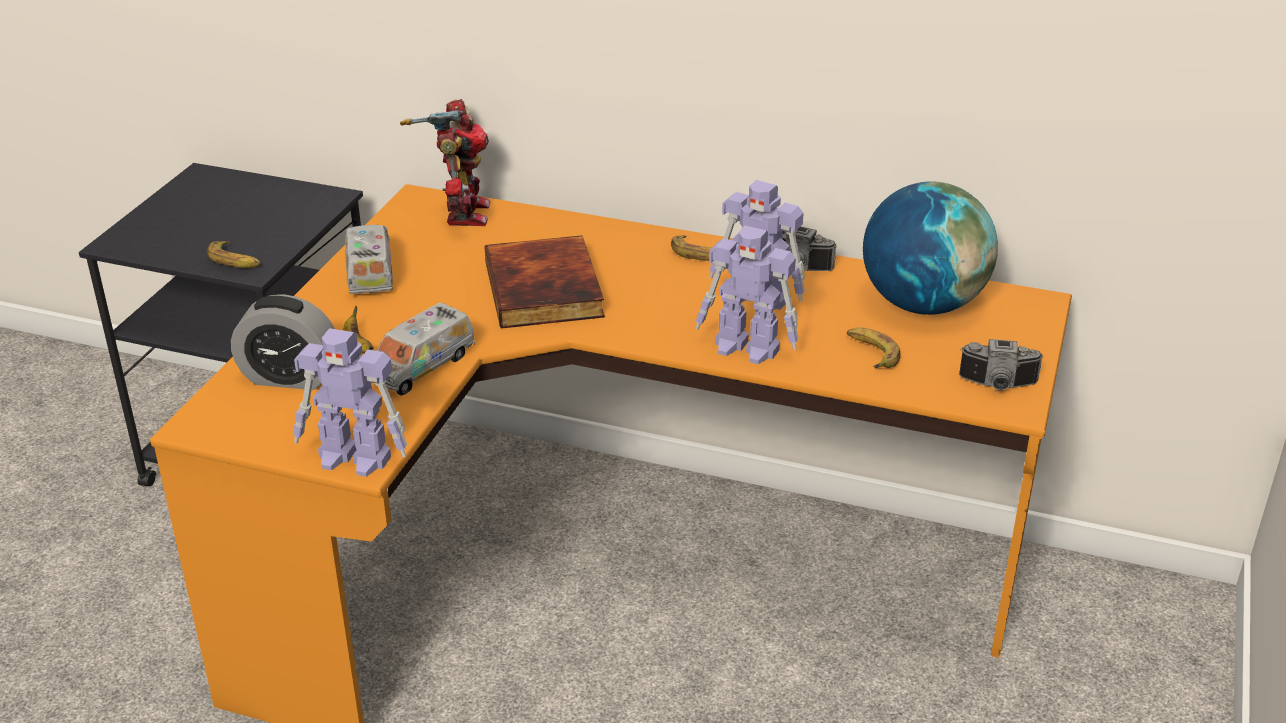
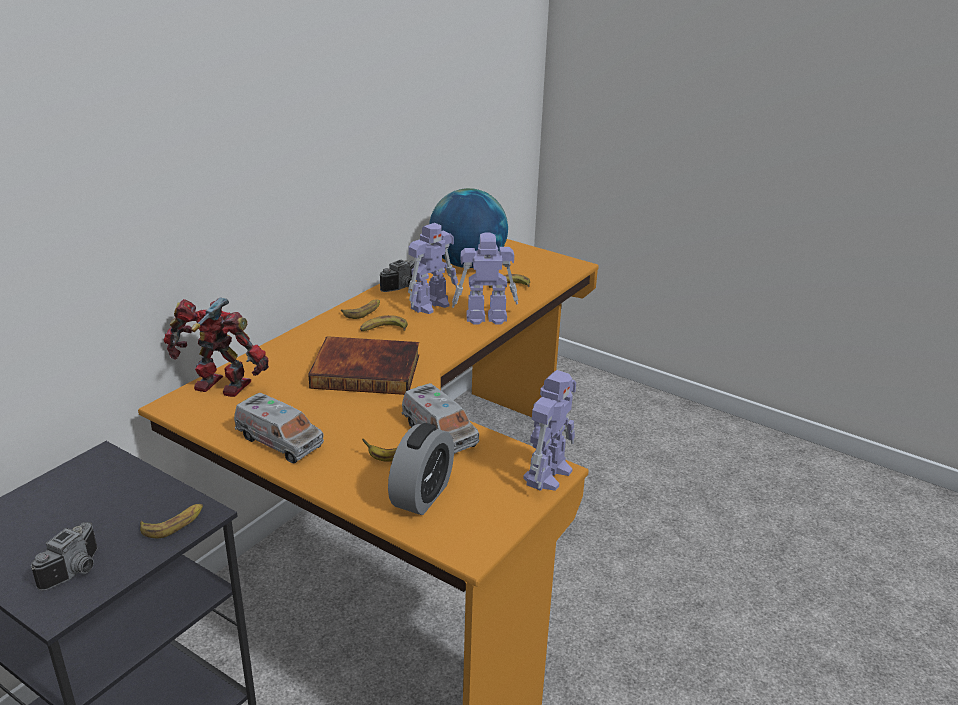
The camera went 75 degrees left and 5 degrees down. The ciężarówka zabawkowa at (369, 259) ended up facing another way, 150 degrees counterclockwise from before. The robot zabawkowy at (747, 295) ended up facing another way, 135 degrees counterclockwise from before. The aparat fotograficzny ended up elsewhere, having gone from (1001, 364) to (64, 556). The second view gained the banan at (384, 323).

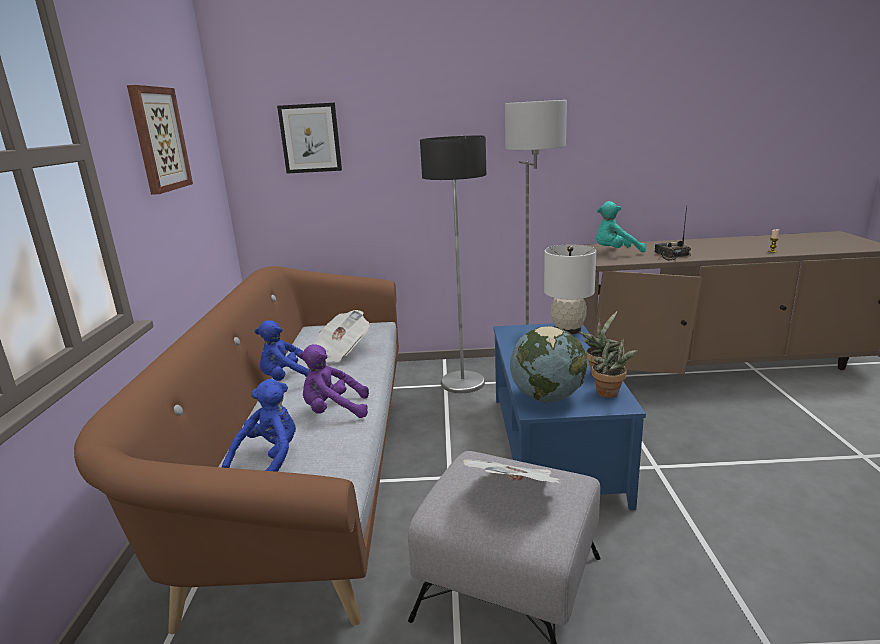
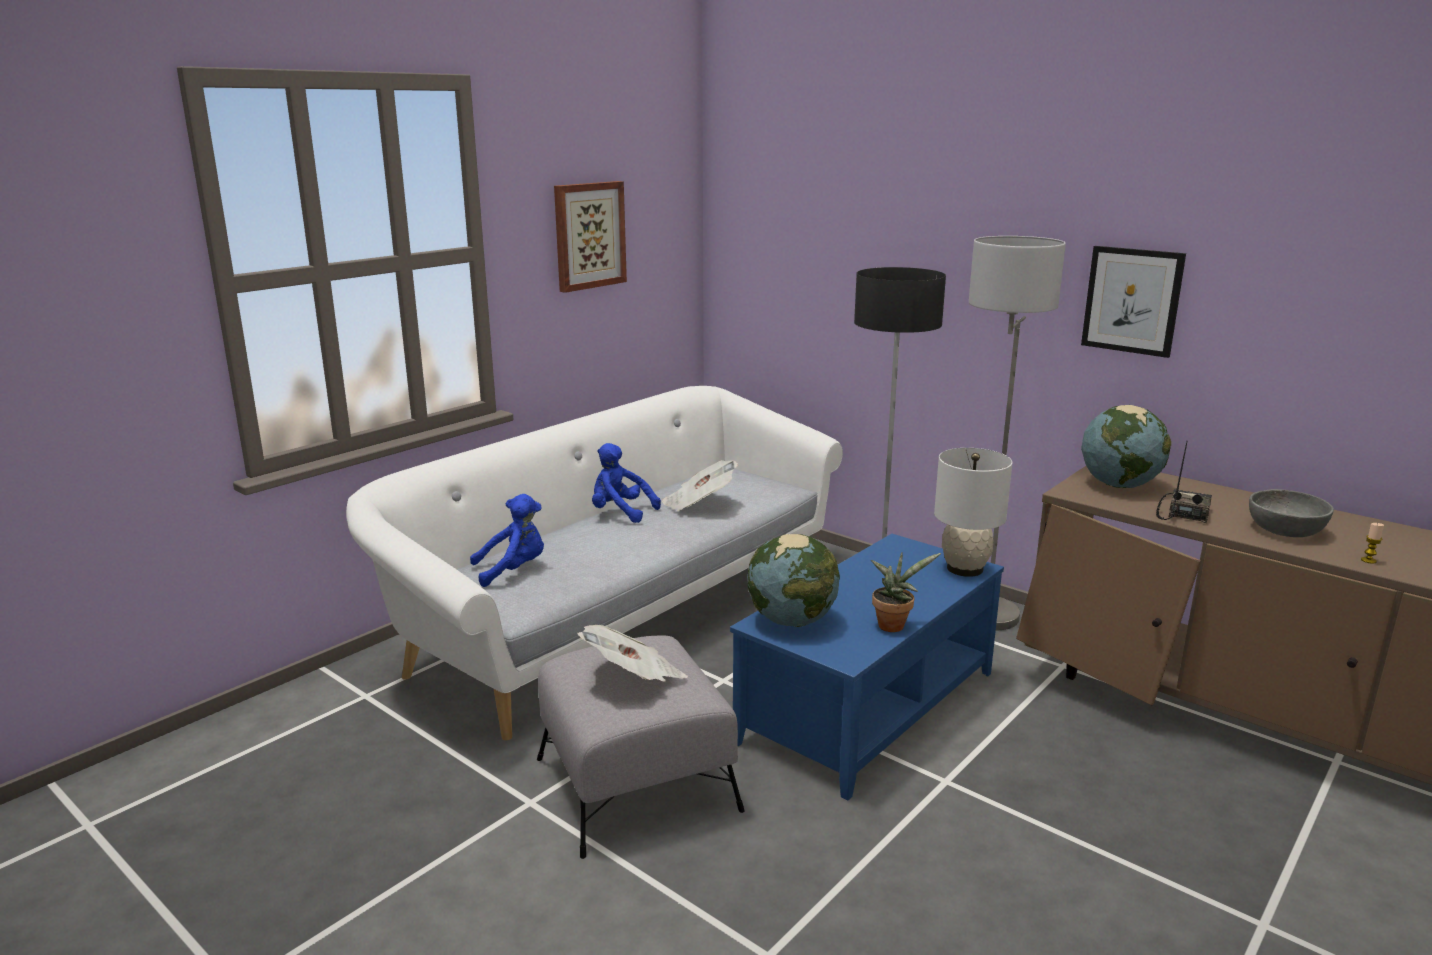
The camera went 40 degrees right and 0 degrees up. What was the kanapa/brązowy at (236, 450) turned into the kanapa/biały at (594, 563). The obraz ended up elsewhere, having gone from (309, 138) to (1133, 302). The second view lost the pluszak/fioletowy at (334, 381). The second view lost the roślina doniczkowa at (615, 368). Where the pluszak/turkusowy stood at (621, 226), the globus came to stand at (1126, 446). The second view gained the miska/szary at (1291, 513).

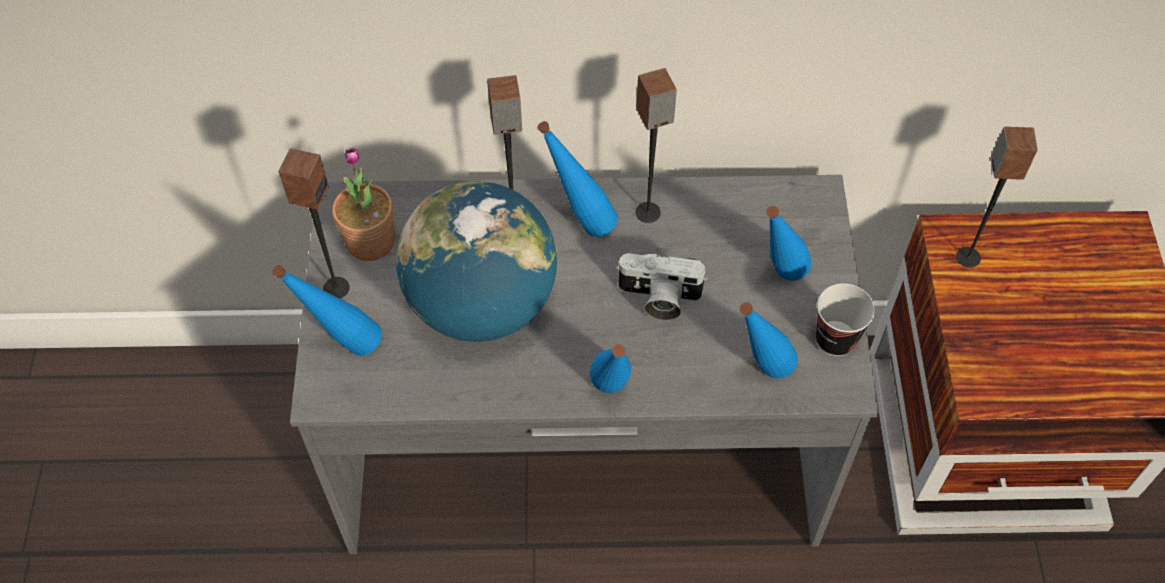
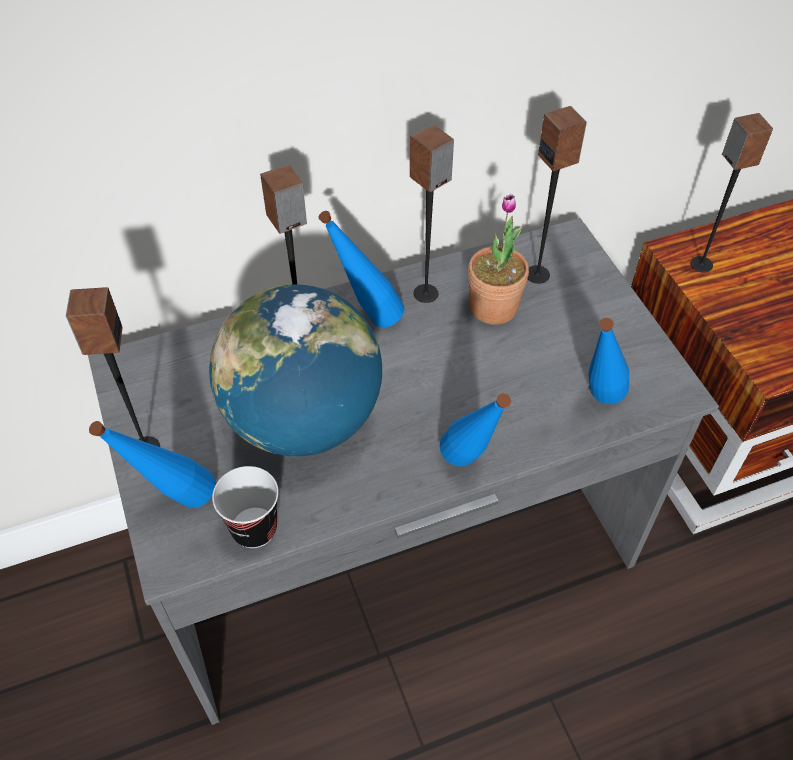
The camera went 20 degrees left and 5 degrees down. The roślina doniczkowa ended up elsewhere, having gone from (363, 204) to (498, 259). The second view lost the aparat fotograficzny at (662, 286). The second view lost the butelka/niebieski at (788, 243). The filiżanka ended up elsewhere, having gone from (845, 319) to (245, 507). The second view gained the głośnik at (557, 195).

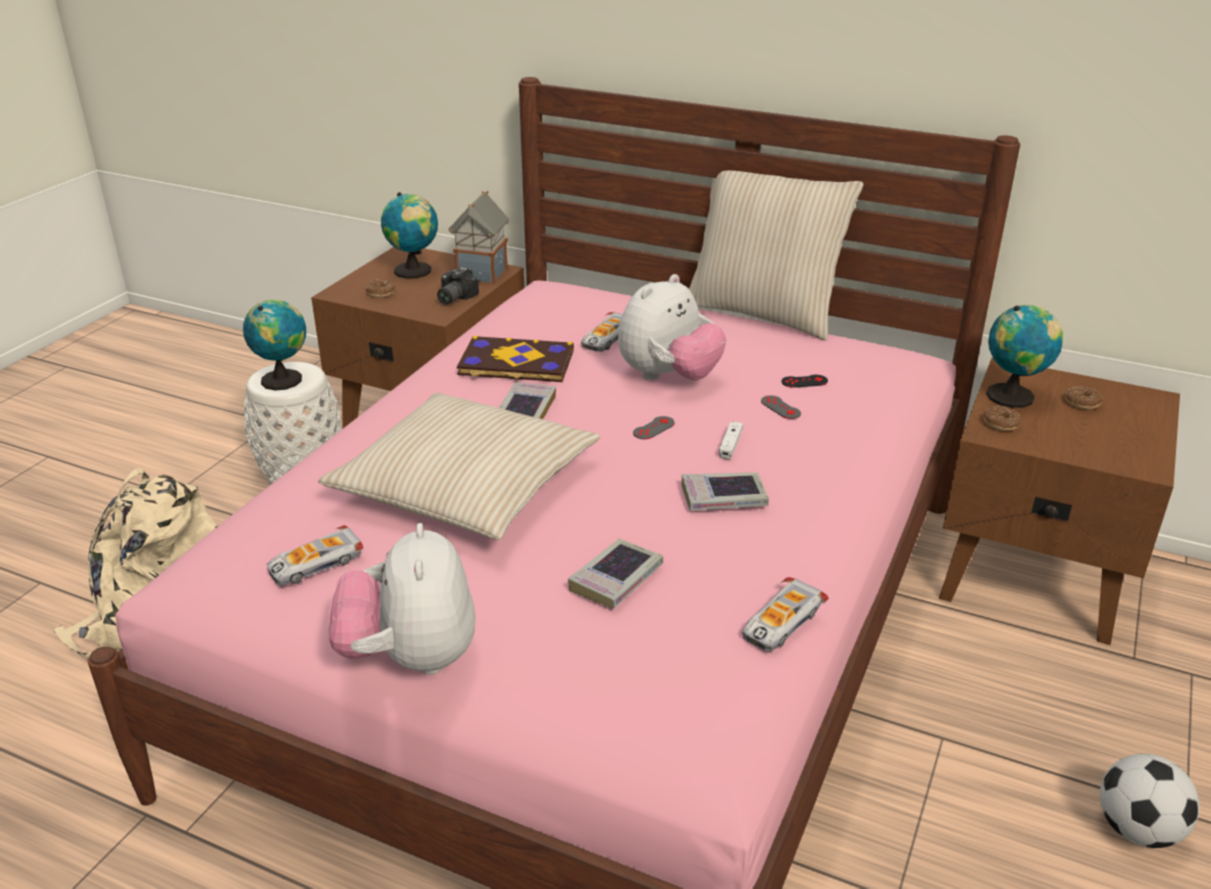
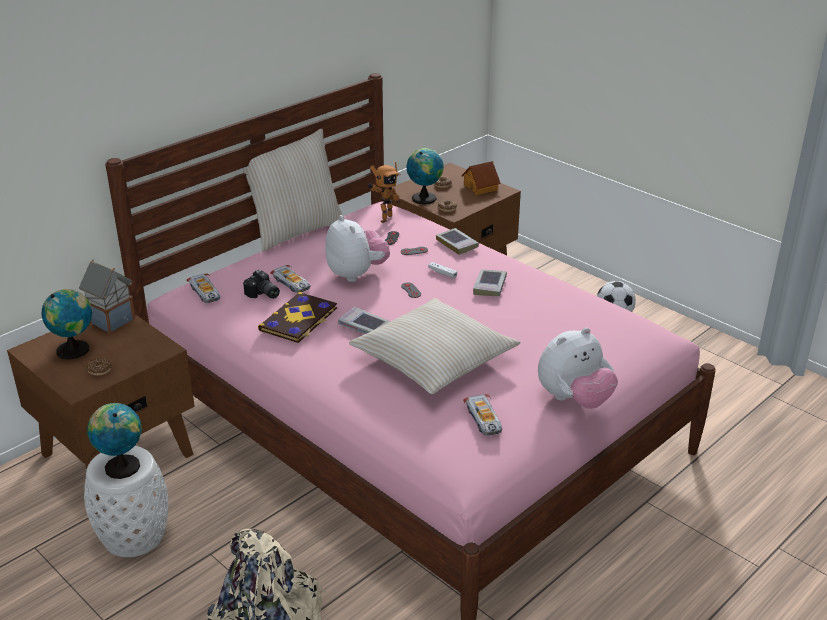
The camera went 70 degrees left and 0 degrees up. The pluszak at (402, 599) ended up facing another way, 45 degrees counterclockwise from before. The aparat fotograficzny ended up elsewhere, having gone from (458, 286) to (261, 284). The książka ended up elsewhere, having gone from (615, 573) to (457, 241). The samochodzik ended up elsewhere, having gone from (785, 614) to (203, 288). The second view gained the robot zabawkowy at (384, 192). The second view gained the domek at (480, 178).

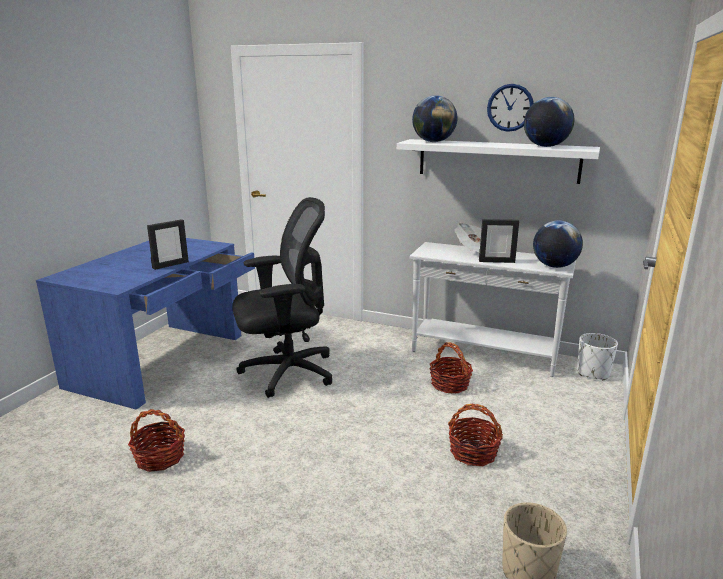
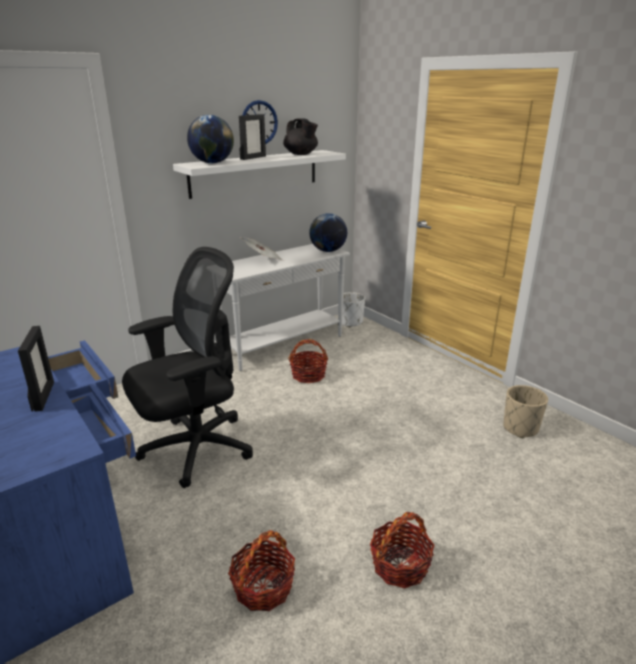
The camera went 60 degrees left and 5 degrees up. The krzesło biurowe/czarny at (282, 297) ended up facing another way, 45 degrees clockwise from before. The koszyk ended up elsewhere, having gone from (475, 435) to (402, 550). The ramka na zdjęcie ended up elsewhere, having gone from (499, 241) to (252, 137). Where the globus stood at (549, 122), the imbryk/czarny came to stand at (300, 136).

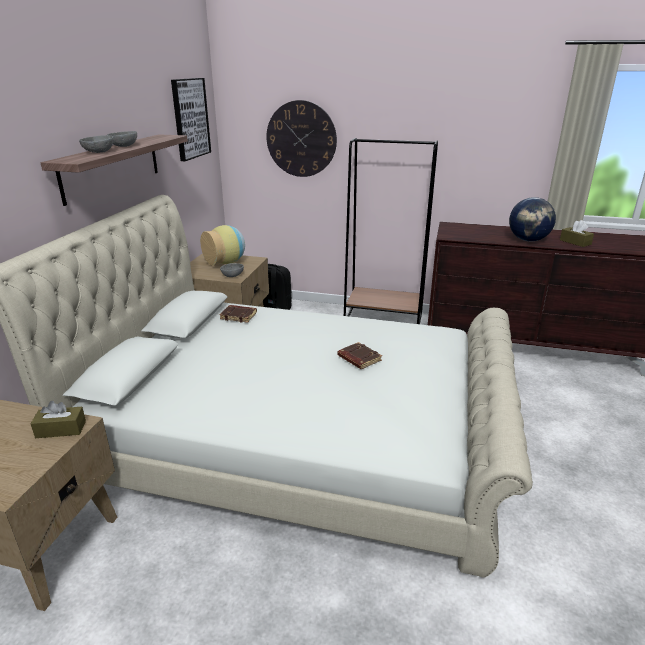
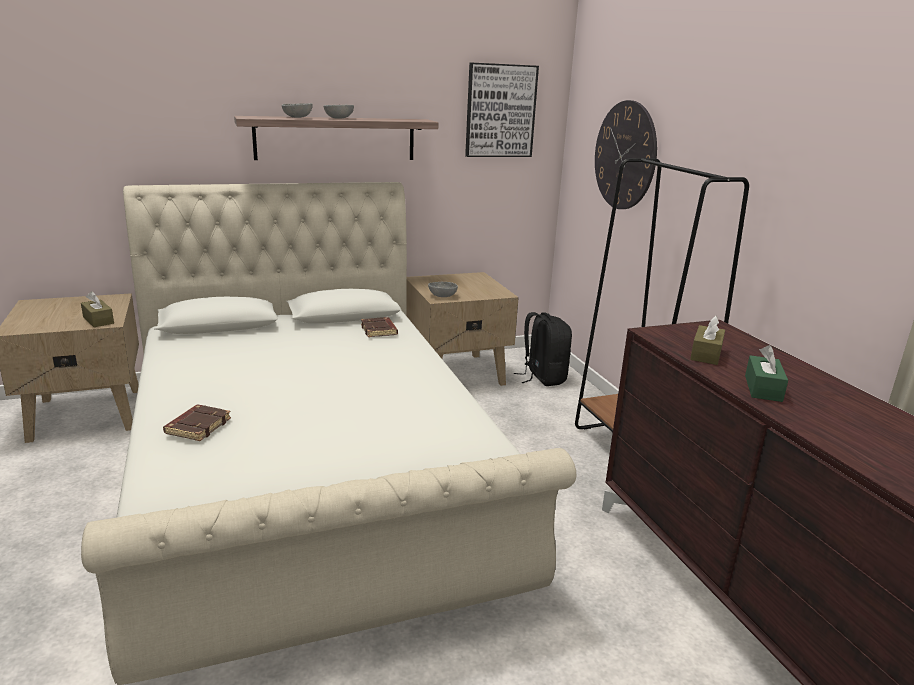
The camera went 55 degrees right and 5 degrees down. The second view lost the wazon at (222, 245). The książka/brązowy ended up elsewhere, having gone from (359, 355) to (197, 423). Where the globus stood at (532, 219), the pudełko chusteczek/zielony came to stand at (766, 373). The pudełko chusteczek/brązowy ended up elsewhere, having gone from (577, 233) to (707, 340).

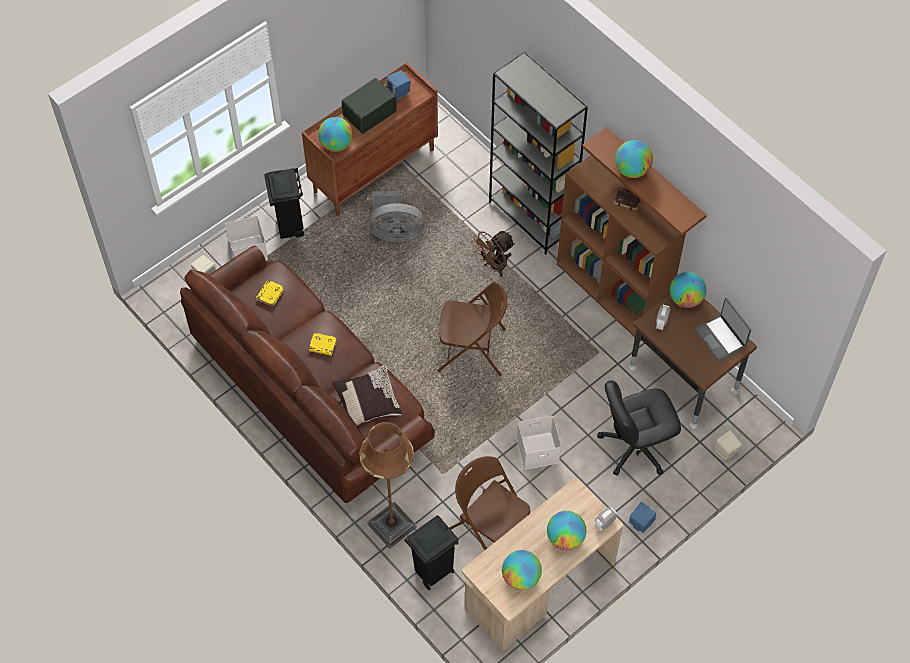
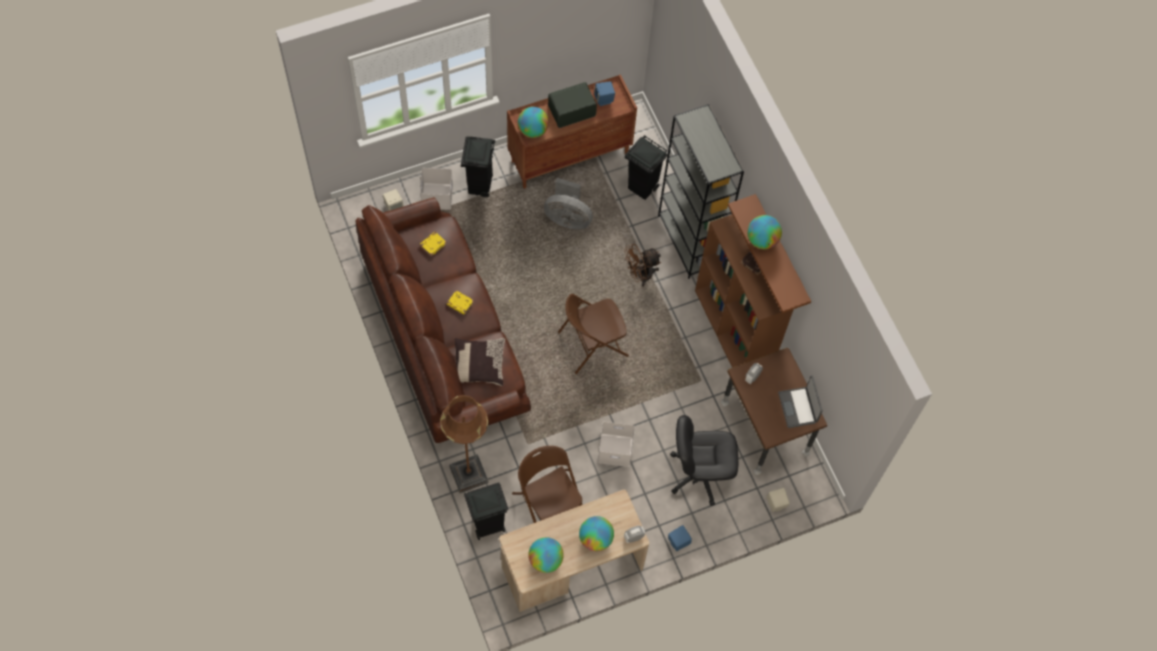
The camera went 15 degrees right and 5 degrees up. The krzesło/brązowy at (472, 329) ended up facing another way, 135 degrees clockwise from before. The second view lost the globus at (688, 290). The second view gained the kosz na śmieci/czarny at (646, 167).

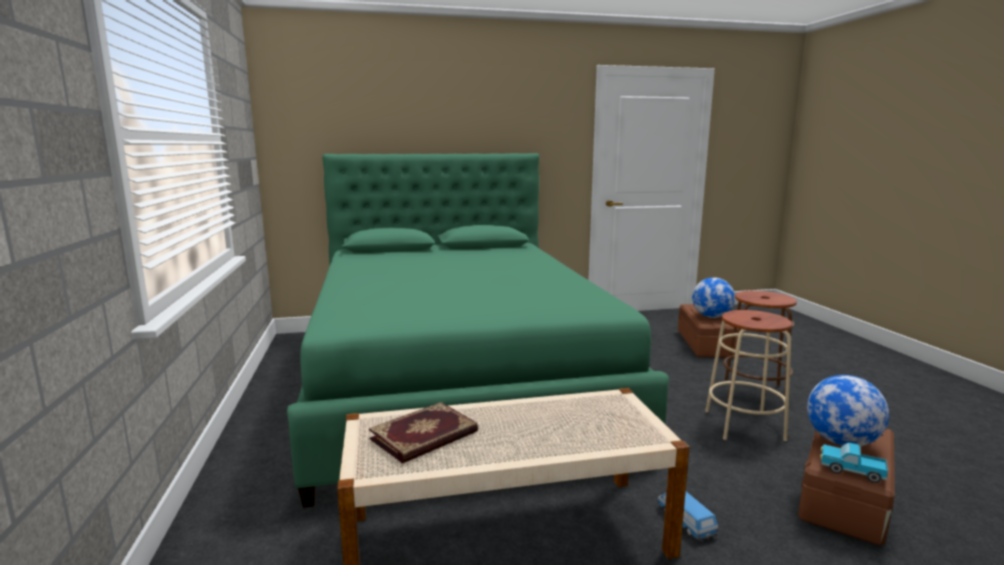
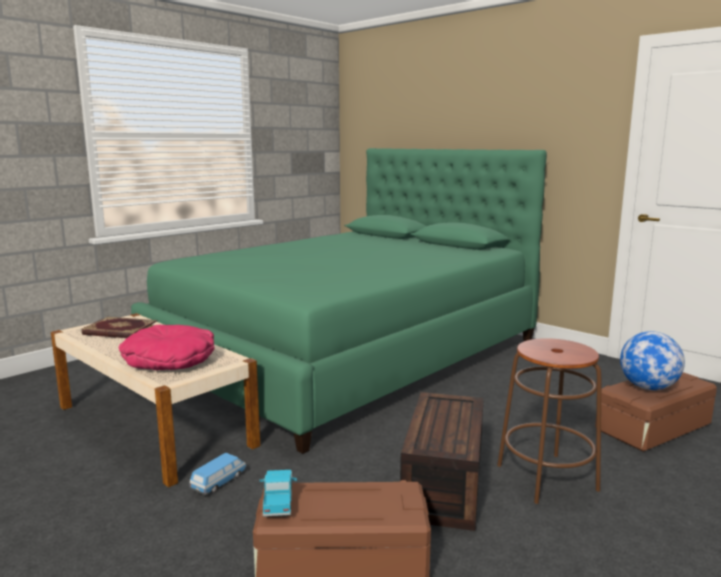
The camera went 55 degrees right and 0 degrees up. Where the stołek/beżowy stood at (748, 375), the pojemnik do przechowywania/brązowy came to stand at (442, 461). The second view lost the globus at (848, 410). The second view gained the poduszka/różowy at (166, 347).

